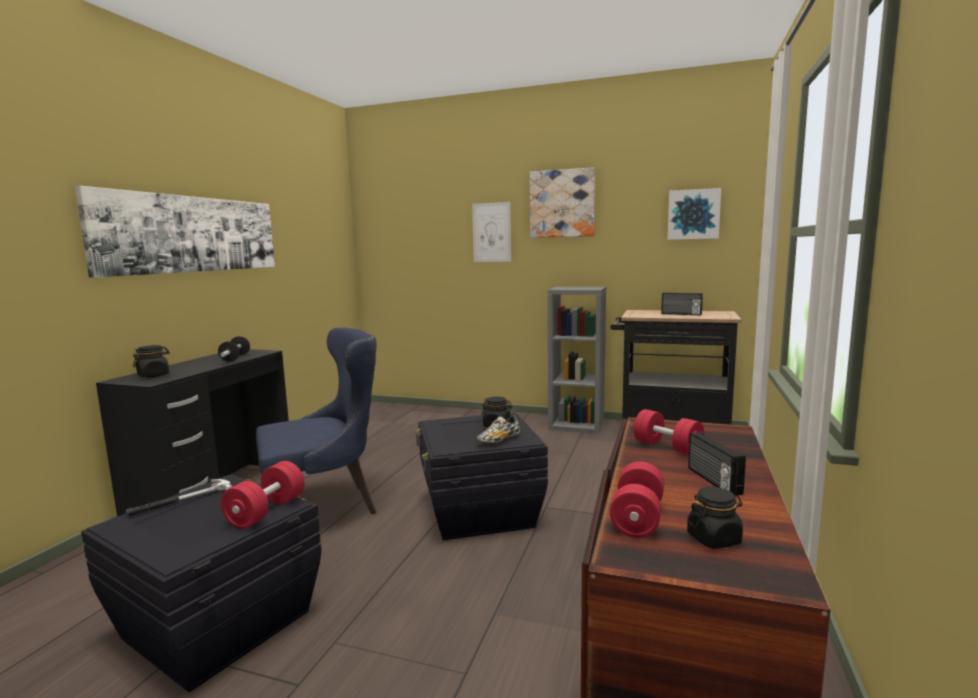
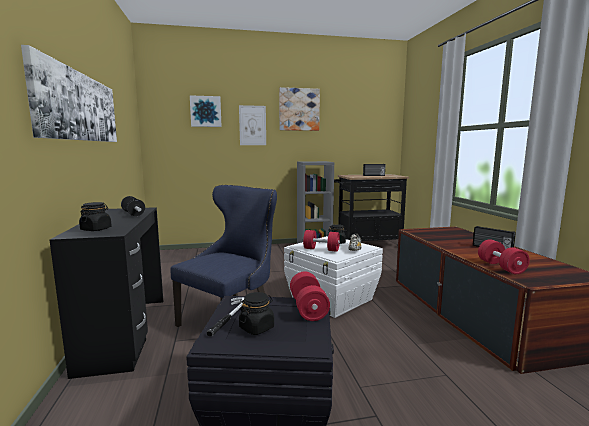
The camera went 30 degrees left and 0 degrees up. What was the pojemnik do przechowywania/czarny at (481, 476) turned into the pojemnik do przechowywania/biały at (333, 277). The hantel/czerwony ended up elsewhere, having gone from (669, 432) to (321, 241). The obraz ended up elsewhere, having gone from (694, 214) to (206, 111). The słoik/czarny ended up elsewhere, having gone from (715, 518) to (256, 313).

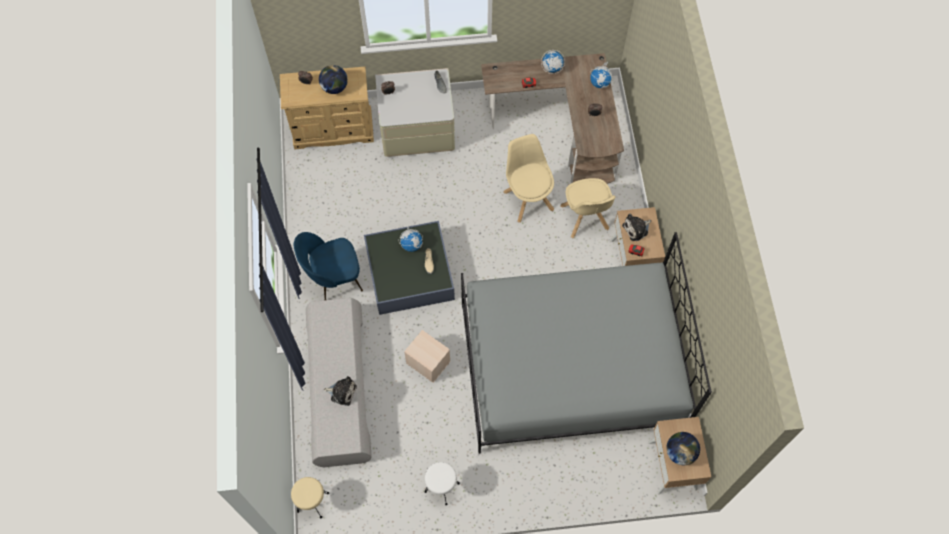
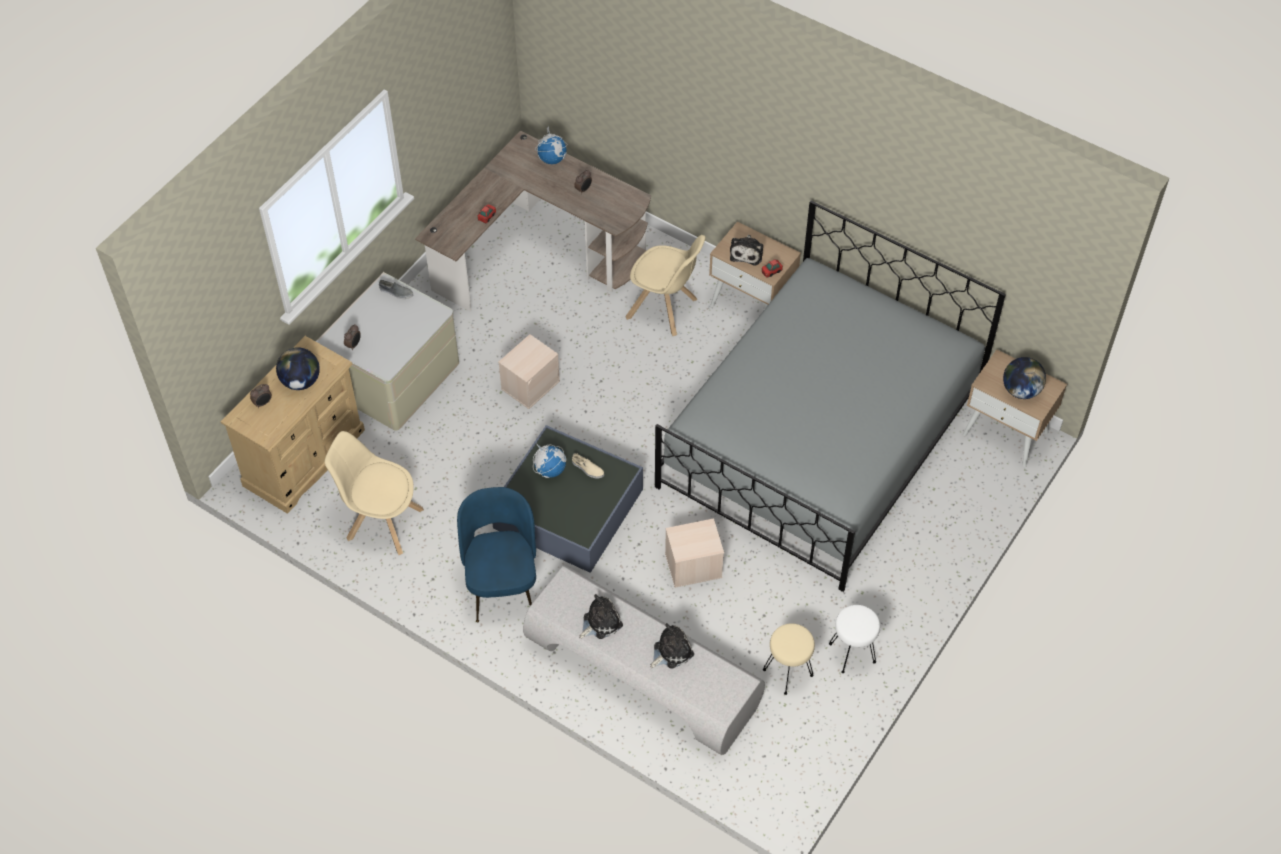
The camera went 50 degrees left and 10 degrees down. The stołek/beżowy ended up elsewhere, having gone from (310, 497) to (789, 659). The krzesło/niebieski at (328, 266) ended up facing another way, 150 degrees clockwise from before. The krzesło/beżowy ended up elsewhere, having gone from (528, 178) to (374, 493). The second view lost the globus at (553, 62). The second view gained the pojemnik do przechowywania/beżowy at (529, 371). The second view gained the pluszak at (601, 616).

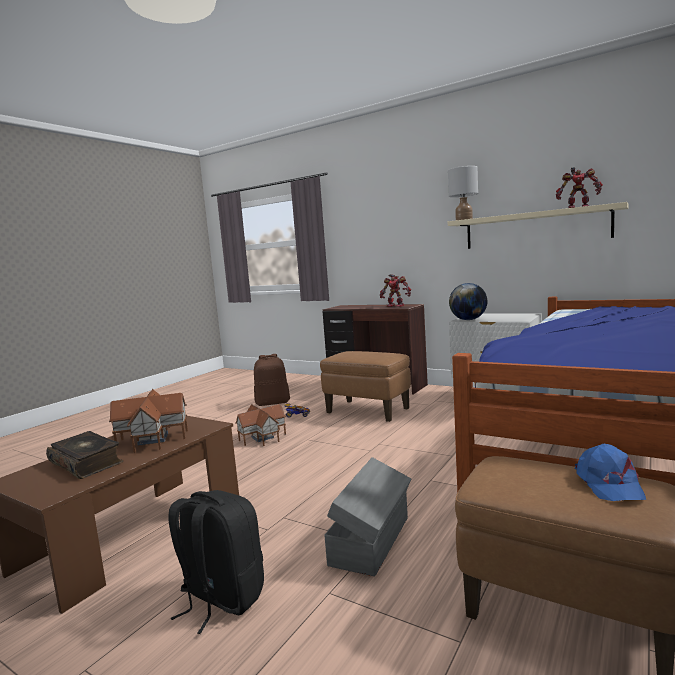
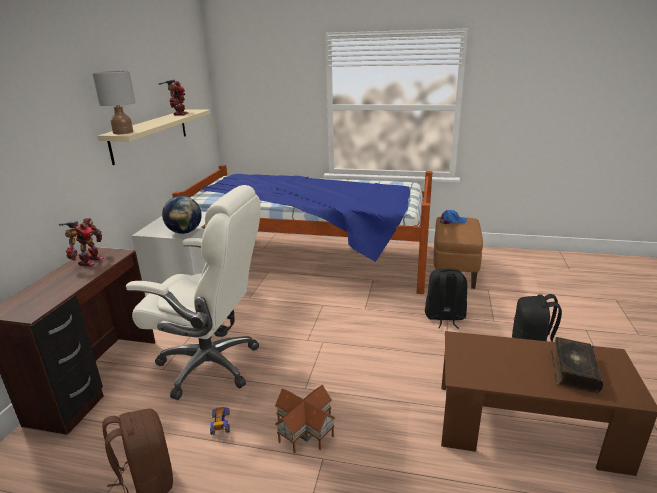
The camera went 110 degrees left and 15 degrees up. The second view lost the domek at (148, 421). Where the pufa/brązowy stood at (365, 386), the krzesło biurowe/biały came to stand at (193, 292). Where the pojemnik do przechowywania/szary stood at (367, 516), the plecak/czarny came to stand at (446, 298).

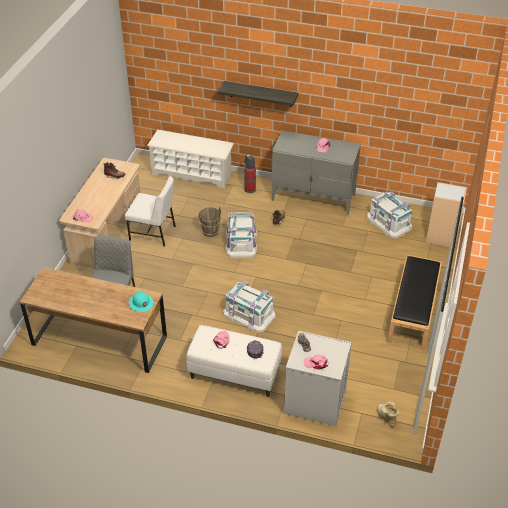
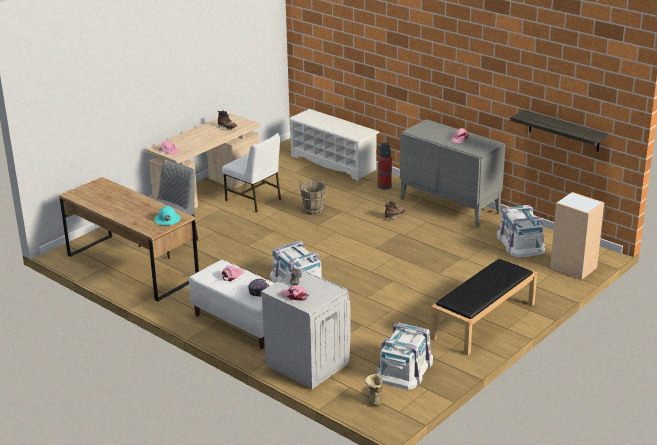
The camera went 25 degrees right and 15 degrees down. The półka ended up elsewhere, having gone from (258, 94) to (559, 131). The pojemnik do przechowywania/biały ended up elsewhere, having gone from (241, 235) to (405, 356).

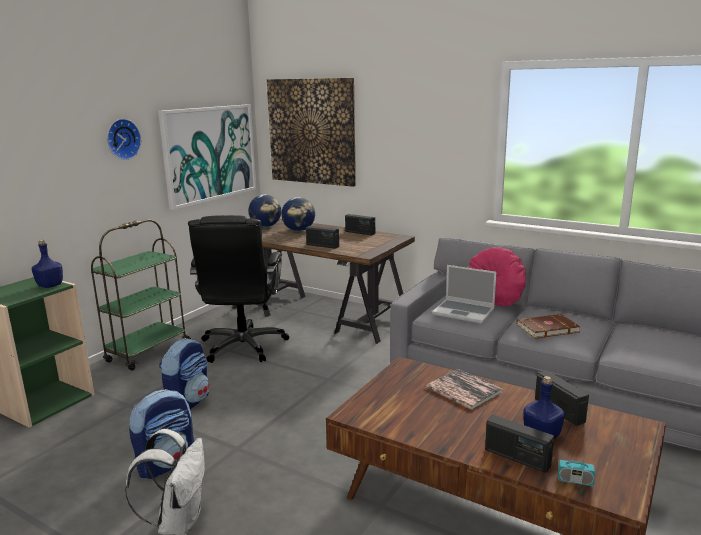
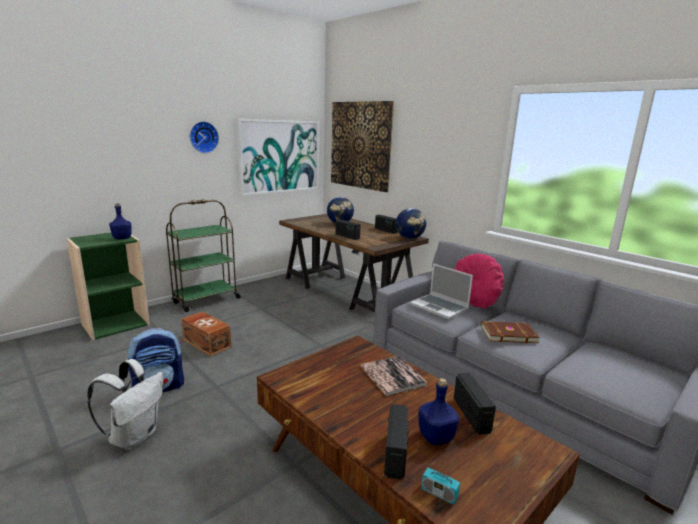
The camera went 15 degrees right and 0 degrees up. Where the plecak stood at (184, 373), the pojemnik do przechowywania/brązowy came to stand at (206, 334). The second view lost the krzesło biurowe/czarny at (239, 289). The globus ended up elsewhere, having gone from (264, 210) to (411, 223). The radio at (519, 444) ended up facing another way, 135 degrees counterclockwise from before.

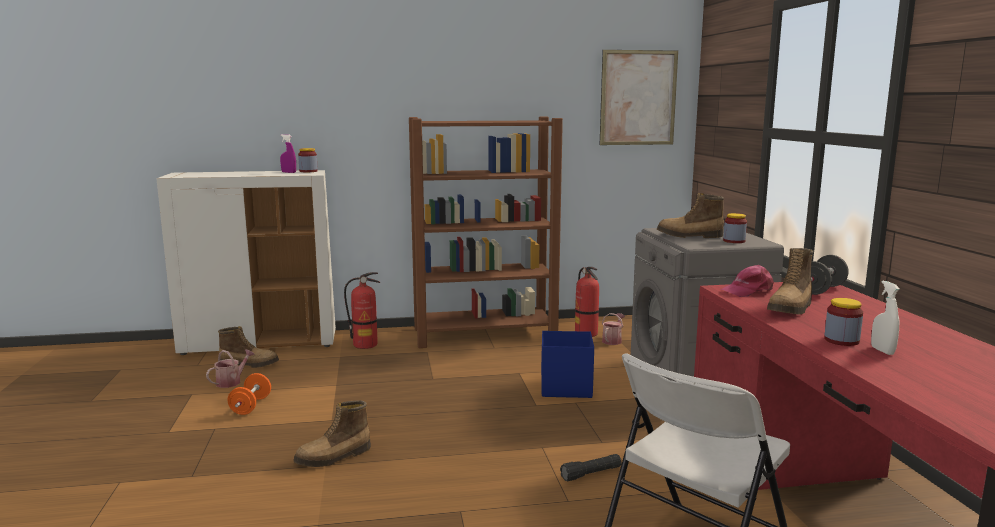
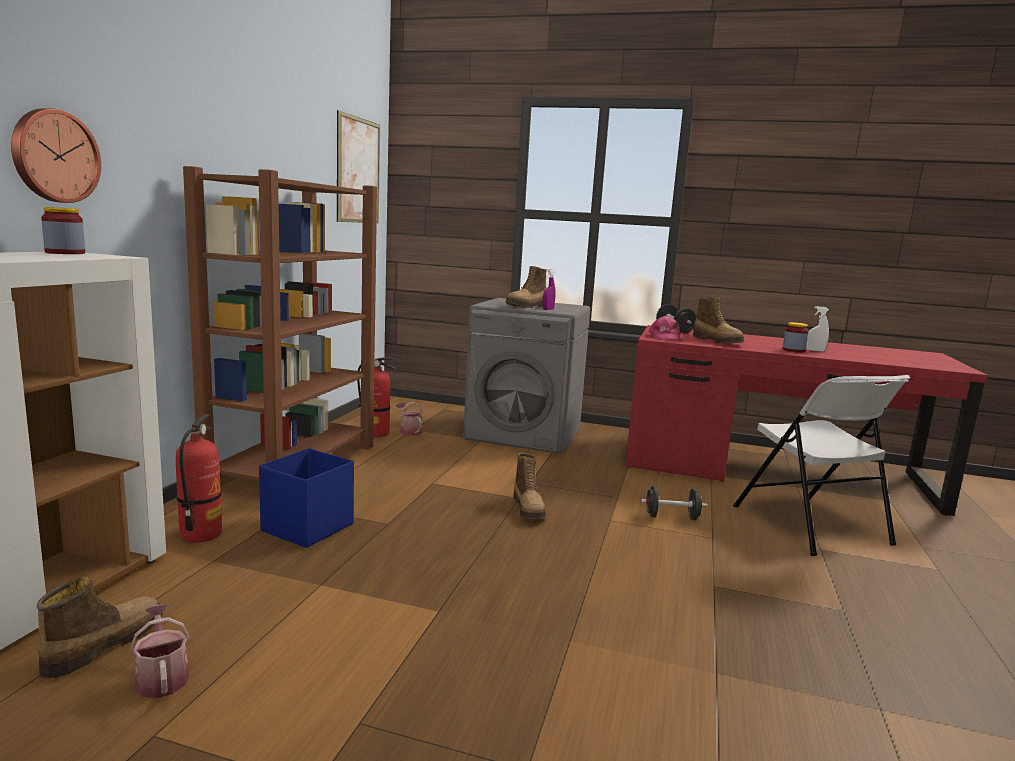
The camera went 65 degrees left and 0 degrees up. The second view lost the hantel/pomarańczowy at (249, 394). The spryskiwacz/fioletowy ended up elsewhere, having gone from (288, 153) to (549, 289). The but z cholewką ended up elsewhere, having gone from (332, 433) to (529, 486). The pojemnik do przechowywania/niebieski ended up elsewhere, having gone from (567, 364) to (306, 498). Where the latarka/czarny stood at (591, 467), the hantel/czarny came to stand at (674, 503). The second view lost the słoik at (735, 228). The second view gained the zegar ścienny at (56, 155).

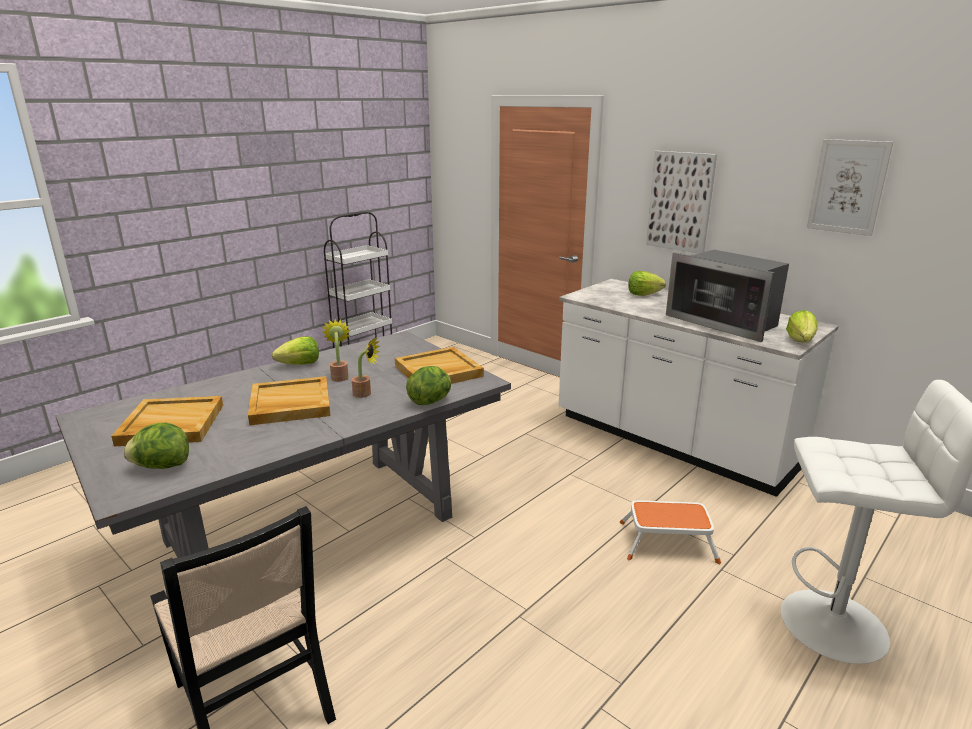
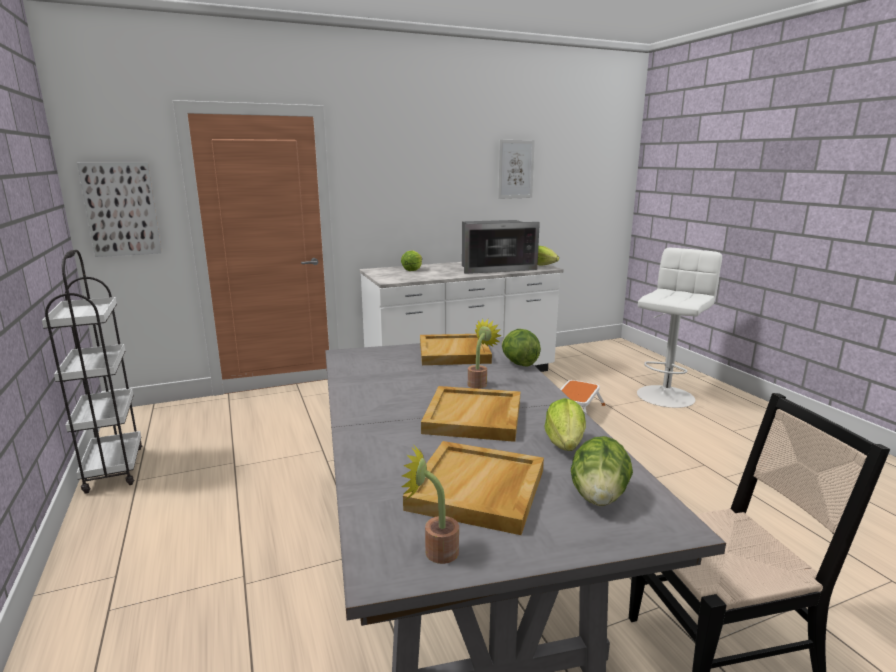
The camera went 65 degrees left and 5 degrees down. The sałata ended up elsewhere, having gone from (295, 350) to (565, 424). The roślina doniczkowa ended up elsewhere, having gone from (336, 350) to (430, 505). The obraz ended up elsewhere, having gone from (681, 202) to (119, 210).

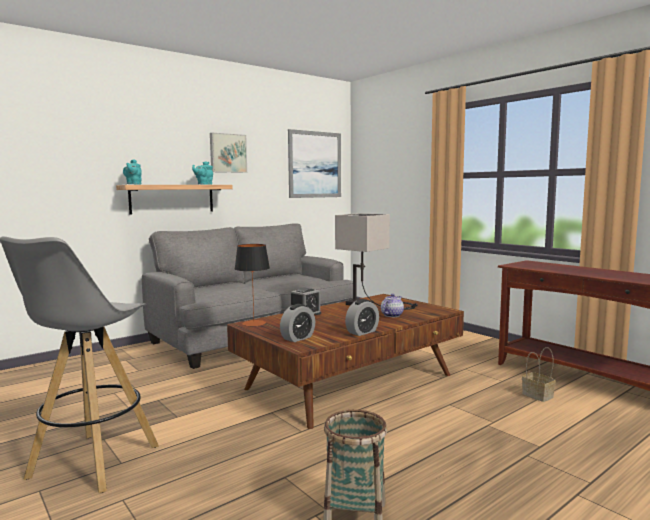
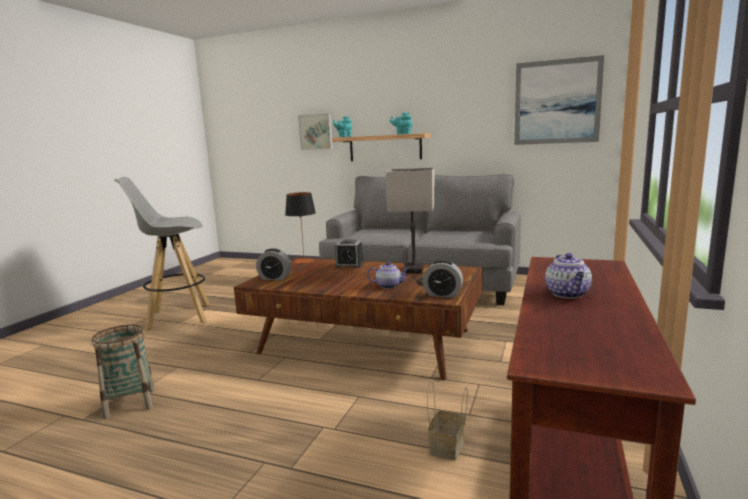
The camera went 60 degrees right and 5 degrees up. The obraz ended up elsewhere, having gone from (228, 153) to (315, 132). The budzik ended up elsewhere, having gone from (362, 317) to (443, 279). The second view gained the imbryk at (568, 275).

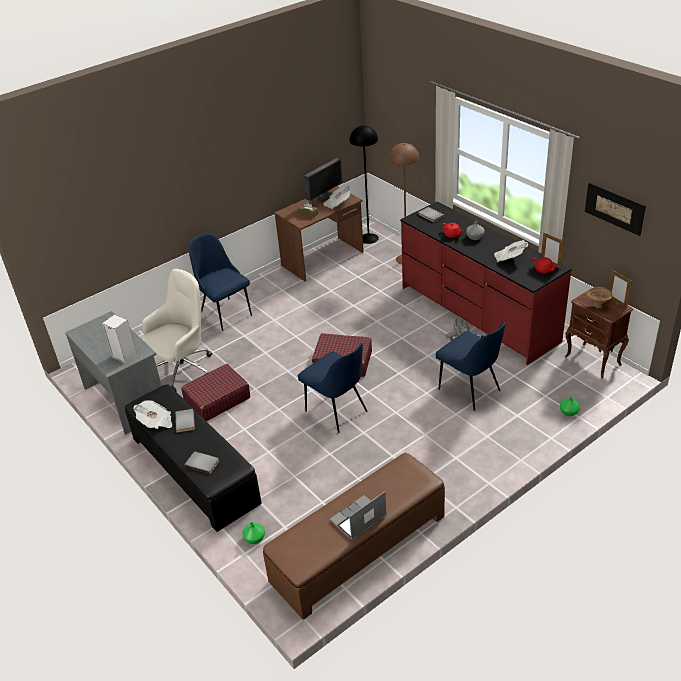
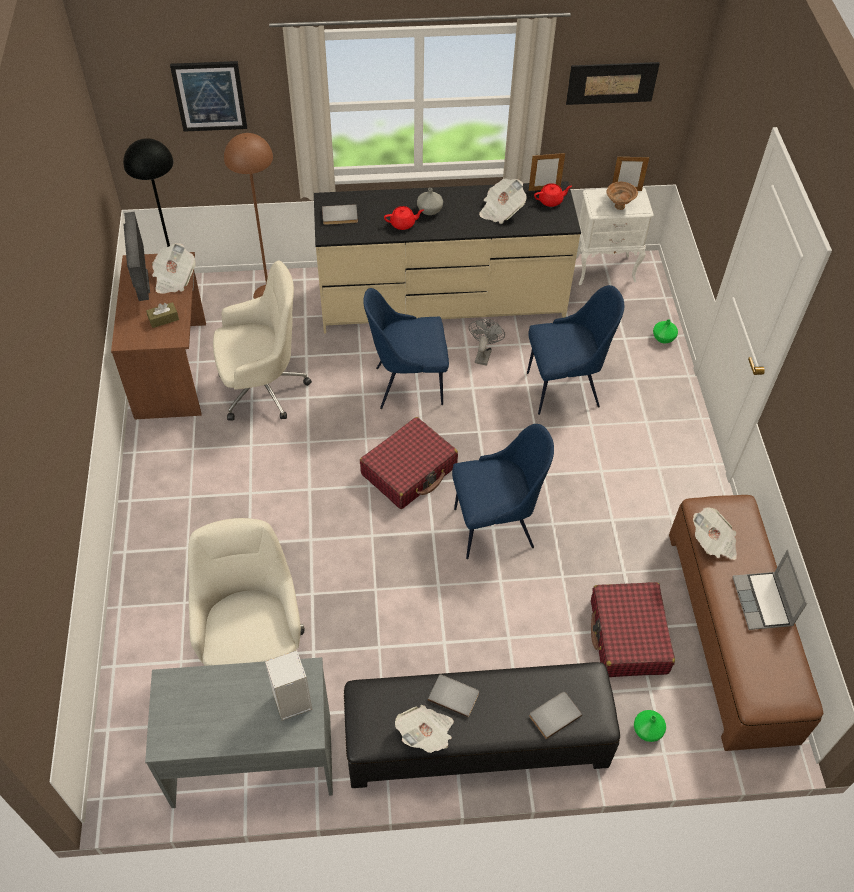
The camera went 60 degrees left and 15 degrees up. The walizka/czerwony ended up elsewhere, having gone from (215, 392) to (633, 629). The krzesło/niebieski ended up elsewhere, having gone from (220, 282) to (406, 348). What was the komoda/czerwony at (486, 283) turned into the komoda/beżowy at (447, 257). What was the szafka nocna/brązowy at (599, 335) turned into the szafka nocna/biały at (615, 236). The second view gained the obraz at (208, 96). The second view gained the krzesło biurowe/beżowy at (262, 341). The second view gained the gazeta at (715, 533).

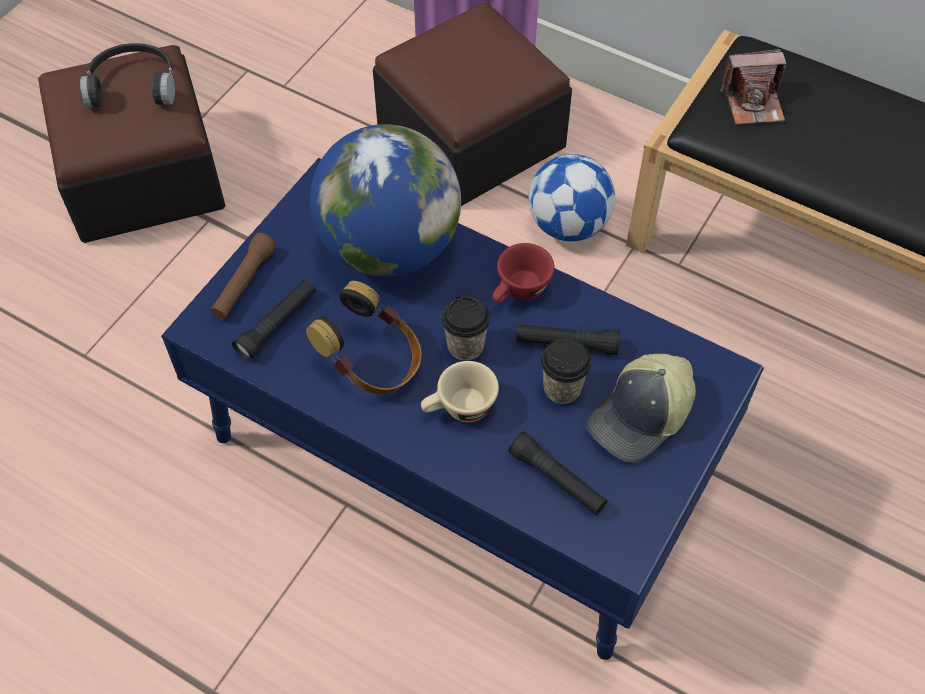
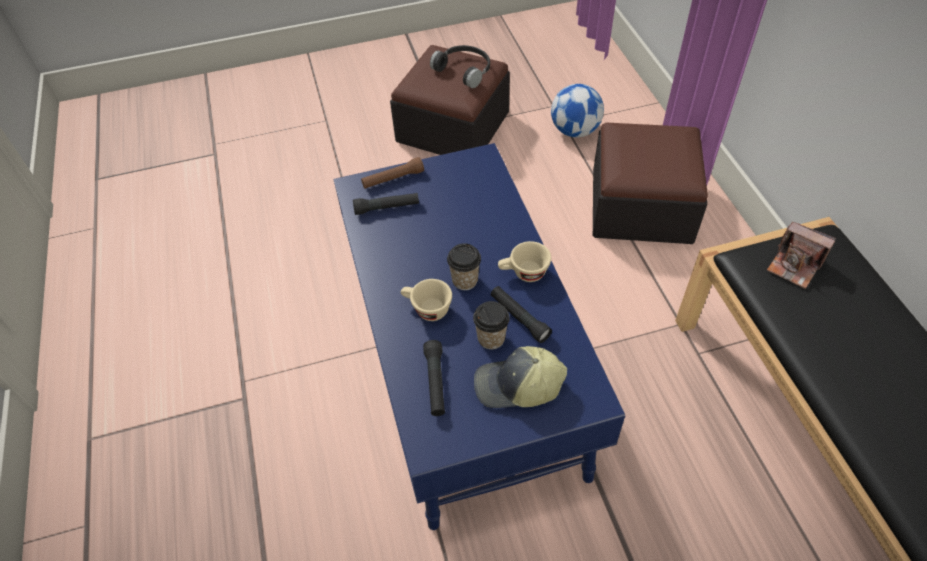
The camera went 45 degrees right and 5 degrees down. The second view lost the słuchawki at (364, 338). The second view lost the globus at (385, 200). What was the filiżanka/czerwony at (523, 273) turned into the filiżanka/beżowy at (524, 261). The piłka futbolowa ended up elsewhere, having gone from (571, 197) to (577, 110).

